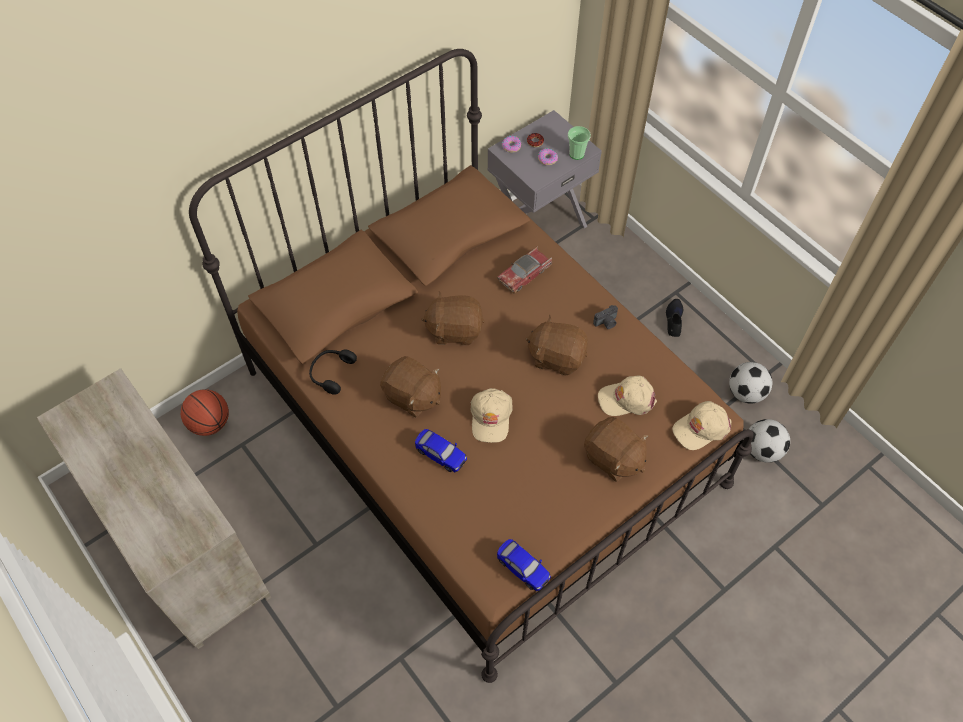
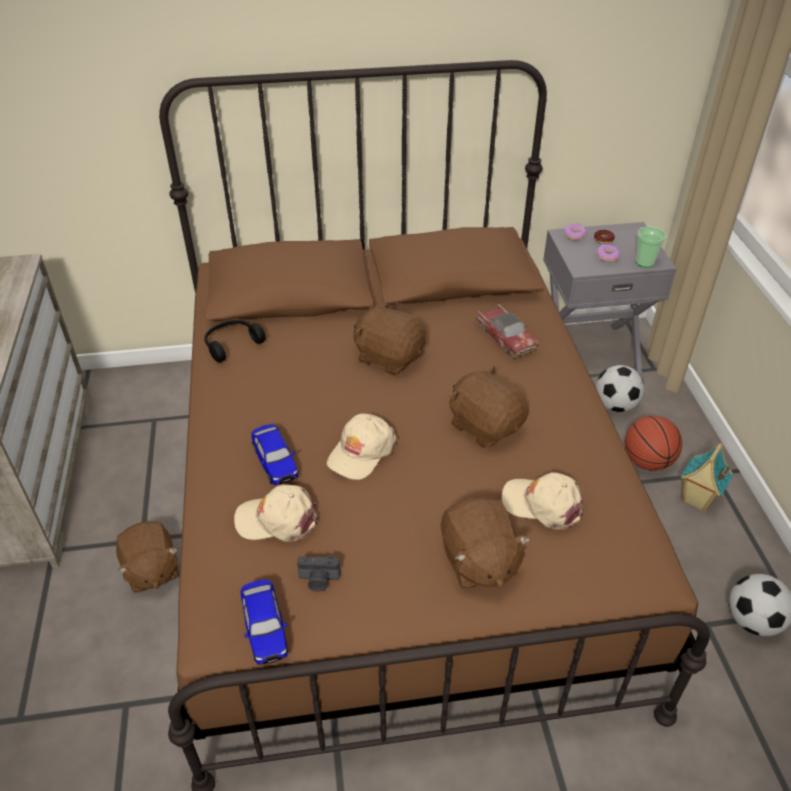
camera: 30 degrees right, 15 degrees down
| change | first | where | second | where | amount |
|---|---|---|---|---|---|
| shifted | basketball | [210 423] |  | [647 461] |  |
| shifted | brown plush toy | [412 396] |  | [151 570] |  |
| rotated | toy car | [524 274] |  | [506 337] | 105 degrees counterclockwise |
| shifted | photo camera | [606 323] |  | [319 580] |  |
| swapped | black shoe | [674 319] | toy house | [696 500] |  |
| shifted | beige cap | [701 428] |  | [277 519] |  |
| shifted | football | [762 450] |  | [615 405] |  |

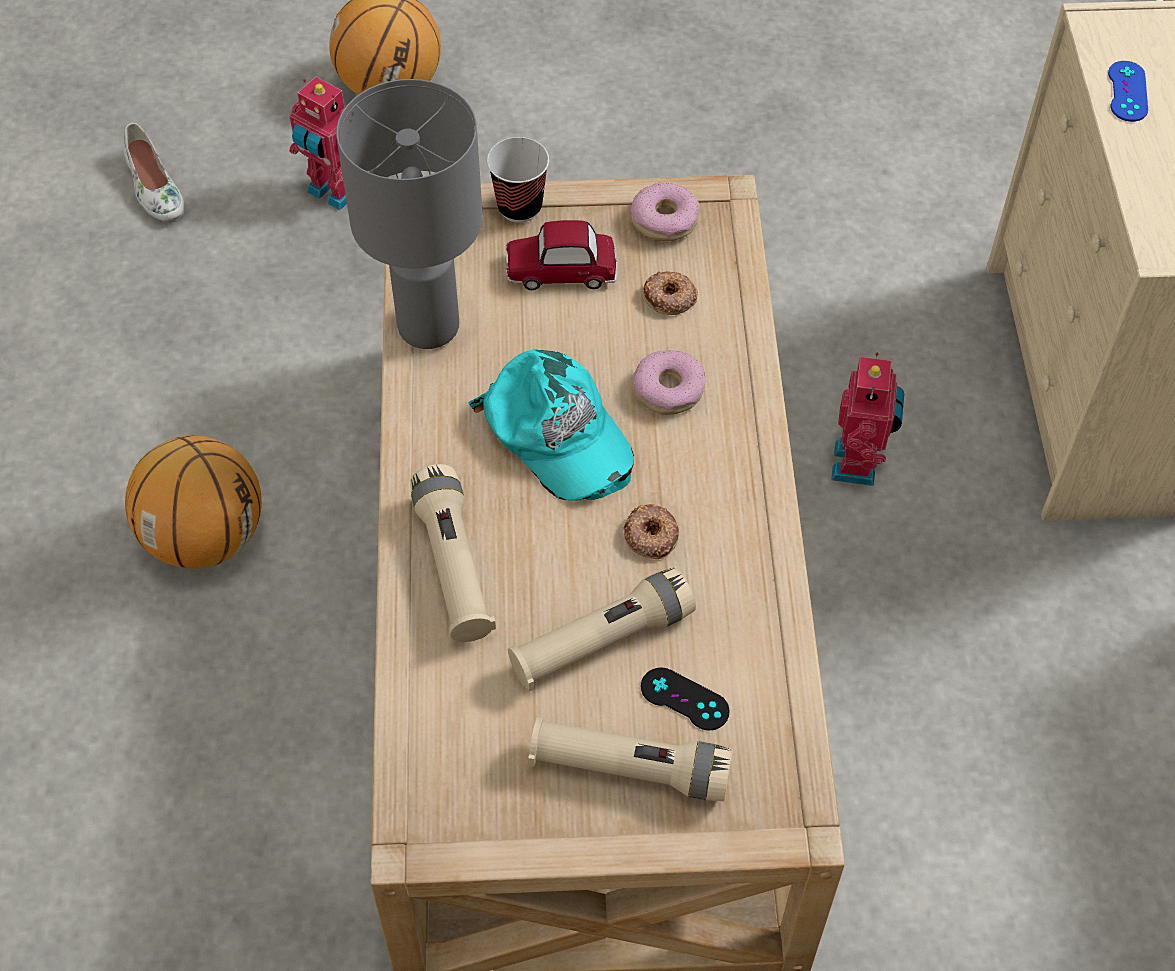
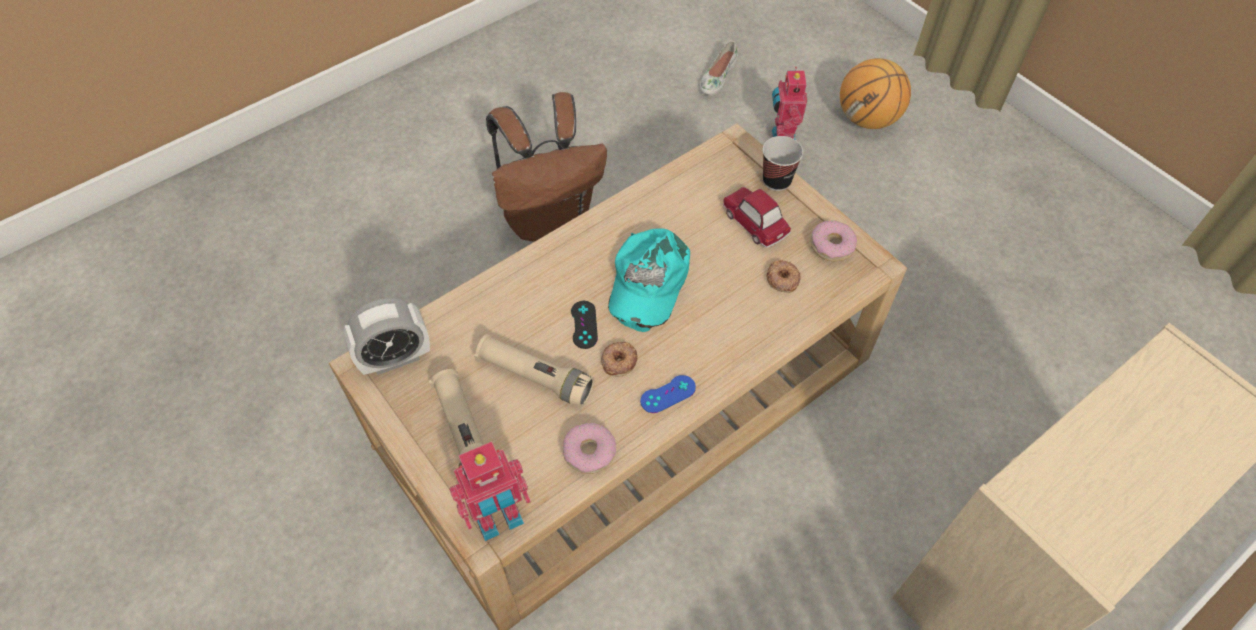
camera: 55 degrees right, 0 degrees up
| change | first | where | second | where | amount |
|---|---|---|---|---|---|
| swapped | basketball | [205 536] | brown backpack | [549 218] |  |
| gone | grey table lamp | [426 325] |  |  |  |
| gone | beige flashlight | [453 565] |  |  |  |
| shifted | donut | [668 389] |  | [589 452] |  |
| shifted | black game controller | [684 699] |  | [584 324] |  |
| shifted | toy robot | [858 464] |  | [499 519] |  |
| shifted | blue game controller | [1127 91] |  | [668 394] |  |
| new |  |  | alarm clock | [395 358] |  |

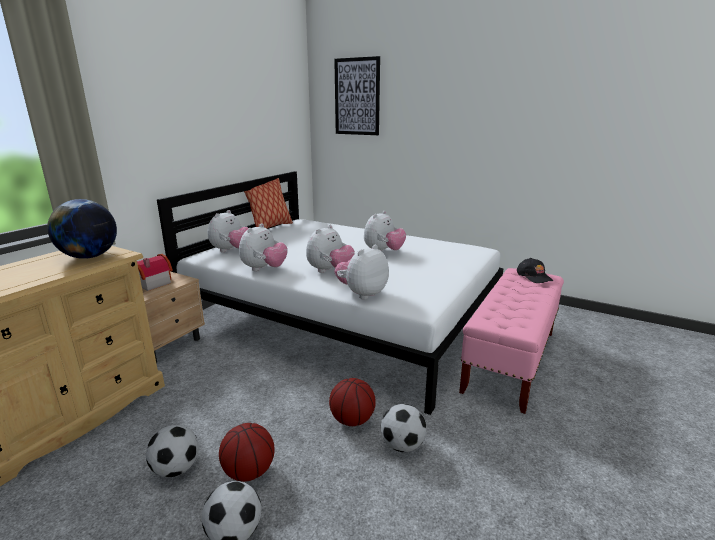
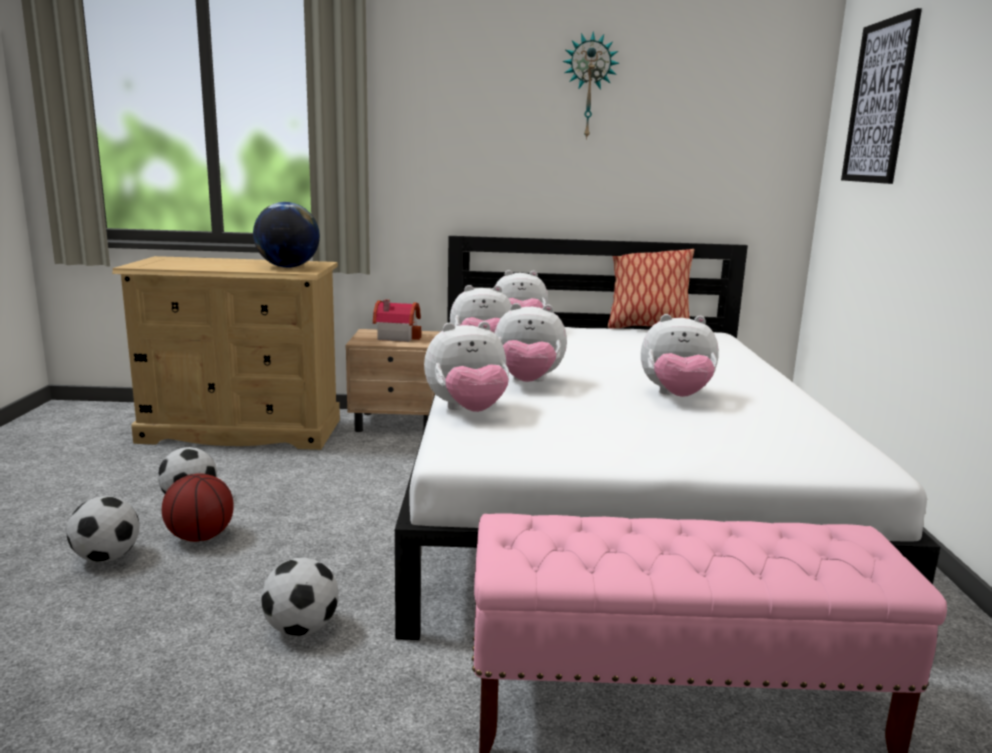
camera: 60 degrees right, 5 degrees down
| change | first | where | second | where | amount |
|---|---|---|---|---|---|
| gone | basketball | [352 419] |  |  |  |
| rotated | plush toy | [362 294] |  | [467 411] | 150 degrees clockwise |
| gone | black cap | [534 276] |  |  |  |
| new |  |  | wall clock | [589 86] |  |

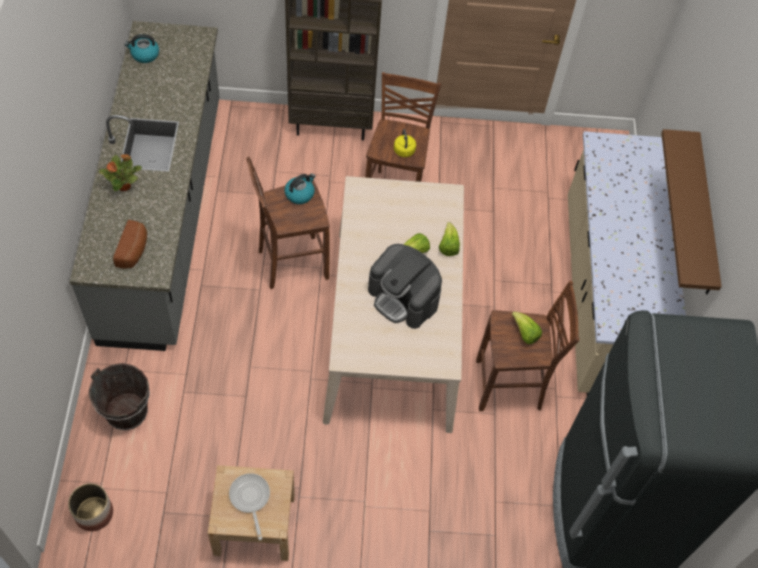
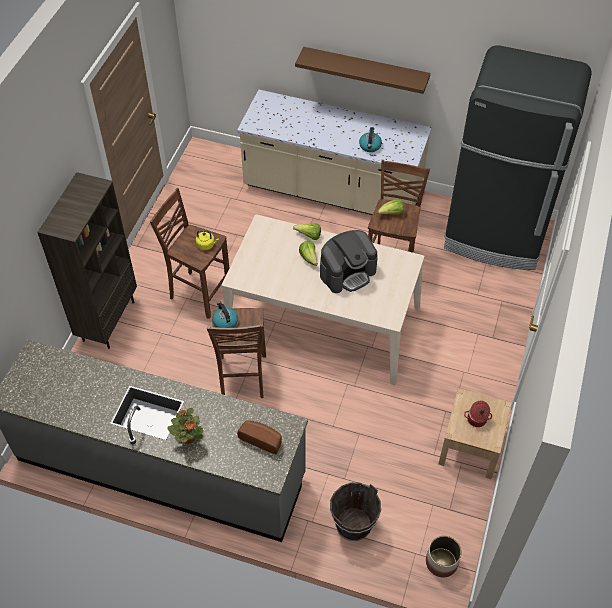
camera: 70 degrees left, 5 degrees down
| change | first | where | second | where | amount |
|---|---|---|---|---|---|
| shifted | kettle | [144 55] |  | [370 146] |  |
| swapped | frying pan | [250 499] | cooking pot | [476 420] |  |

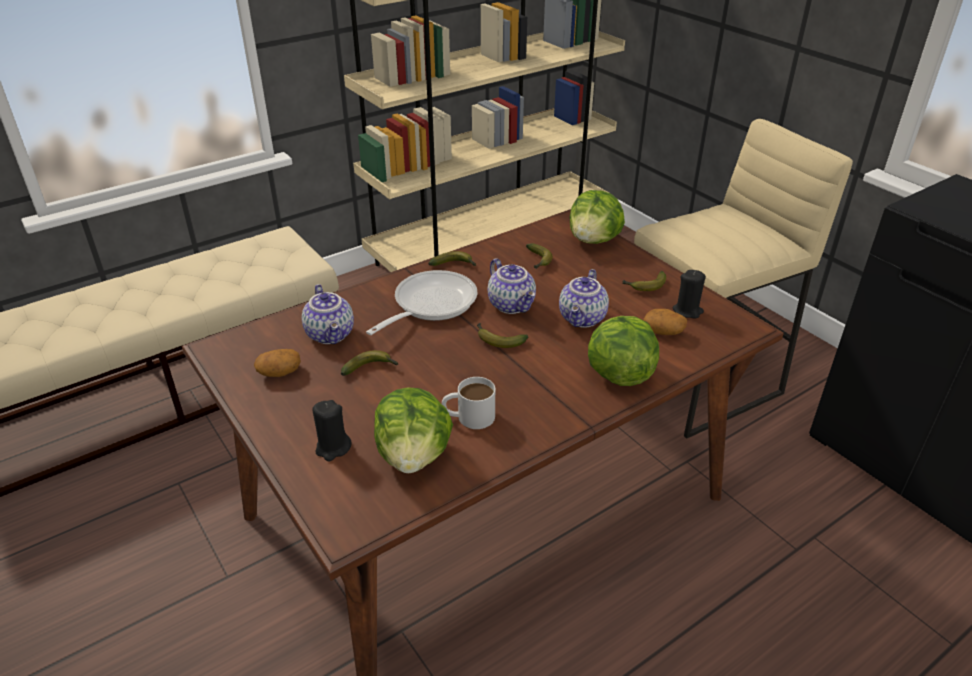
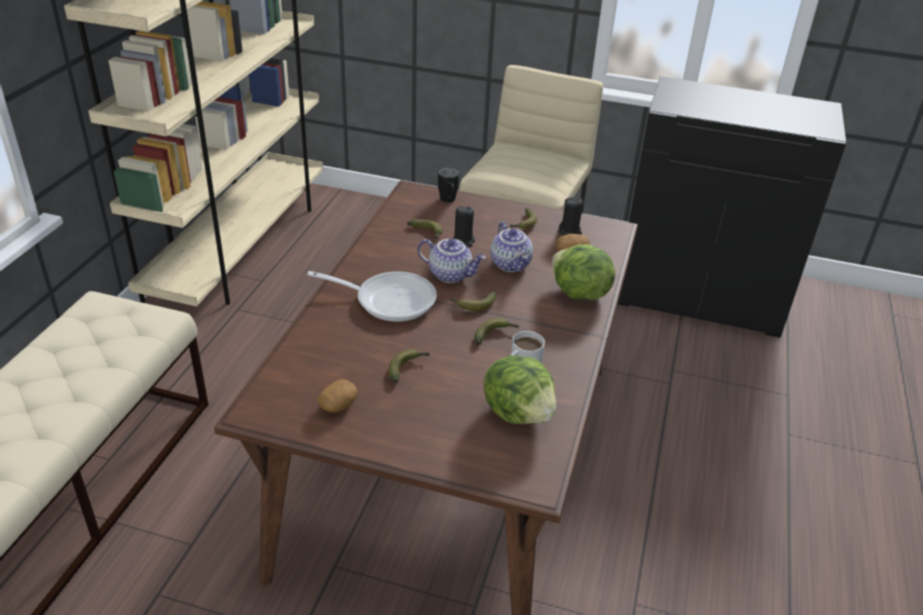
camera: 40 degrees left, 0 degrees up
| change | first | where | second | where | amount |
|---|---|---|---|---|---|
| gone | teapot | [331 334] |  |  |  |
| shifted | black candle | [333 448] |  | [463 241] |  |
| rotated | frying pan | [429 305] |  | [389 300] | 105 degrees clockwise |
| shifted | banana | [454 265] |  | [495 334] |  |
| swapped | lettuce | [594 240] | black mug | [448 201] |  |

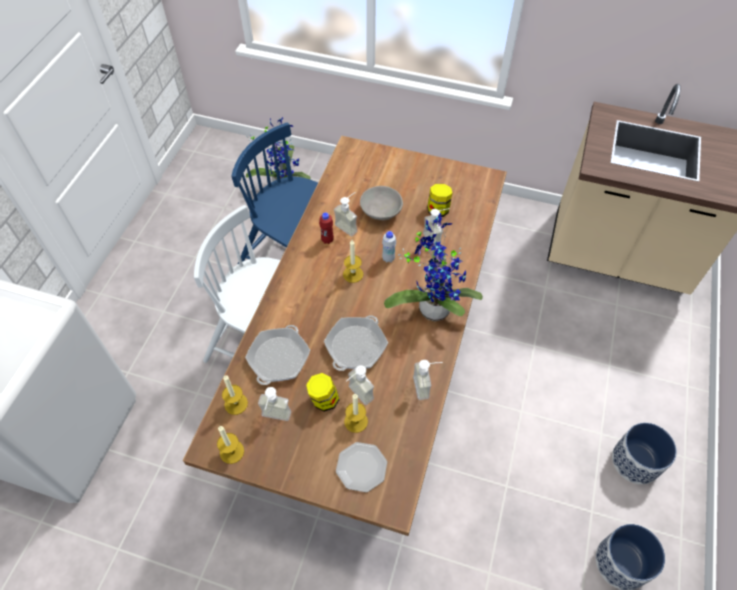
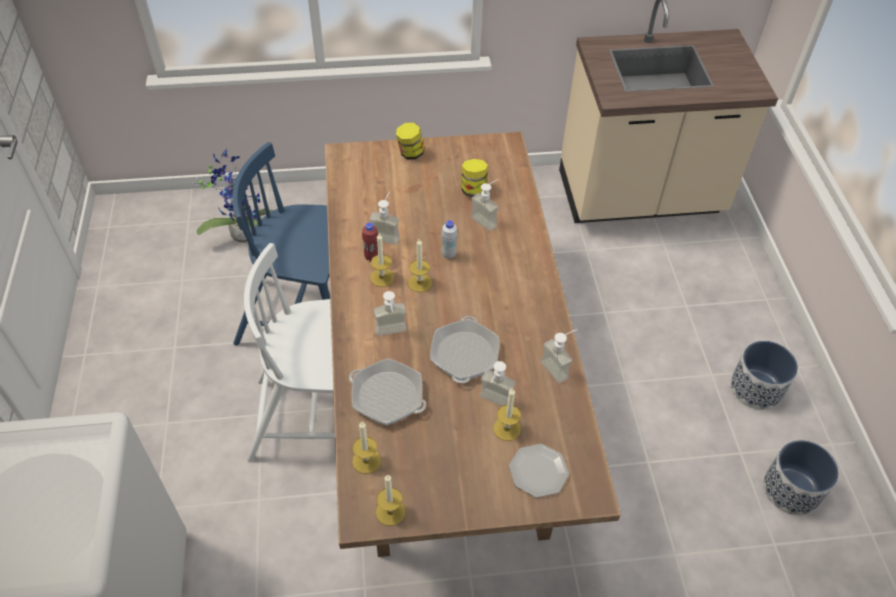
camera: 25 degrees left, 5 degrees down
| change | first | where | second | where | amount |
|---|---|---|---|---|---|
| rotated | frying pan | [279 358] |  | [387 396] | 120 degrees clockwise |
| shifted | soap dispenser | [275 419] |  | [392 334] |  |
| shifted | jar | [324 400] |  | [410 153] |  |
| gone | grey bowl | [381 211] |  |  |  |
| gone | potted plant | [432 306] |  |  |  |
| new |  |  | candle | [382 277] |  |

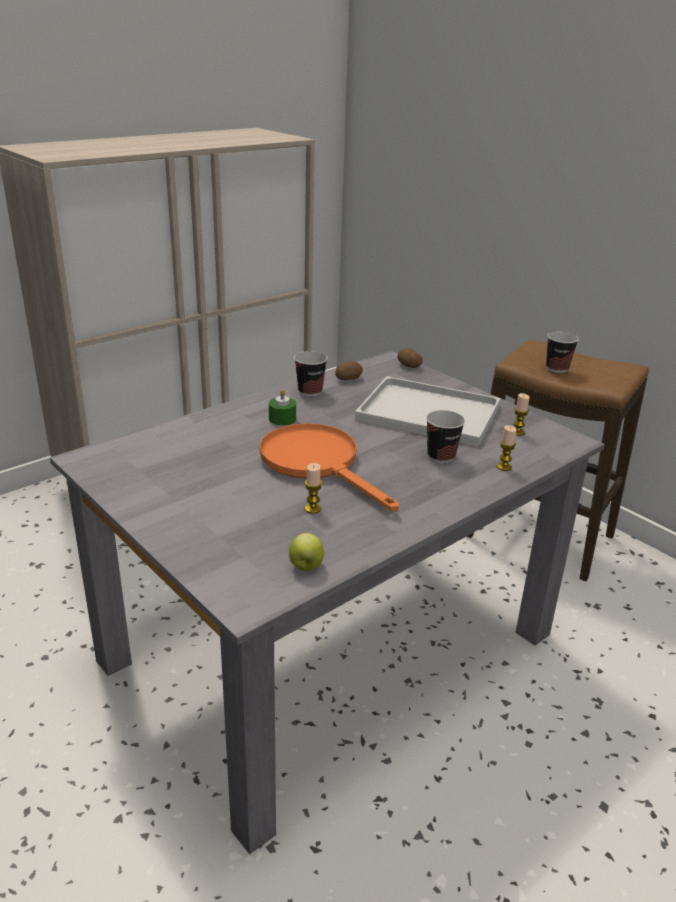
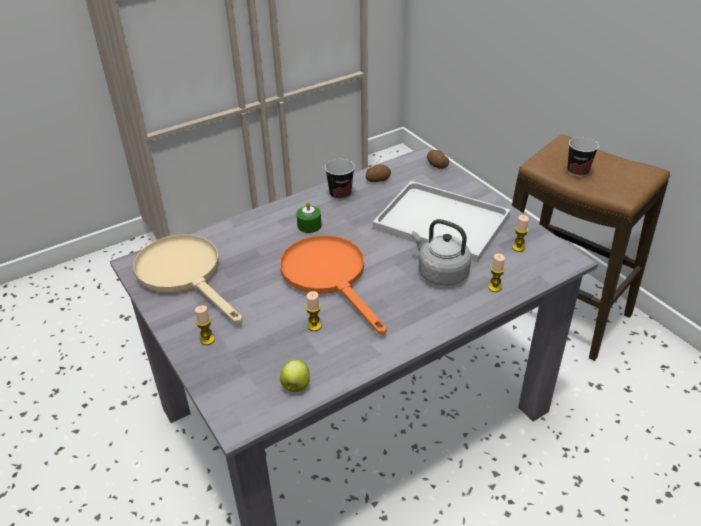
camera: 10 degrees right, 10 degrees up
| change | first | where | second | where | amount |
|---|---|---|---|---|---|
| swapped | cup | [441 456] | grey kettle | [440 273] |  |
| new |  |  | beige frying pan | [185 274] |  |
| new |  |  | candle | [207 340] |  |

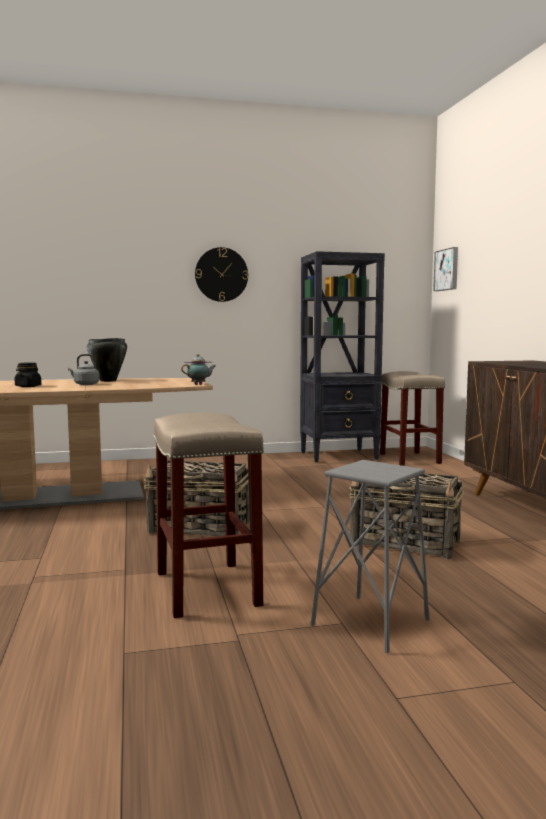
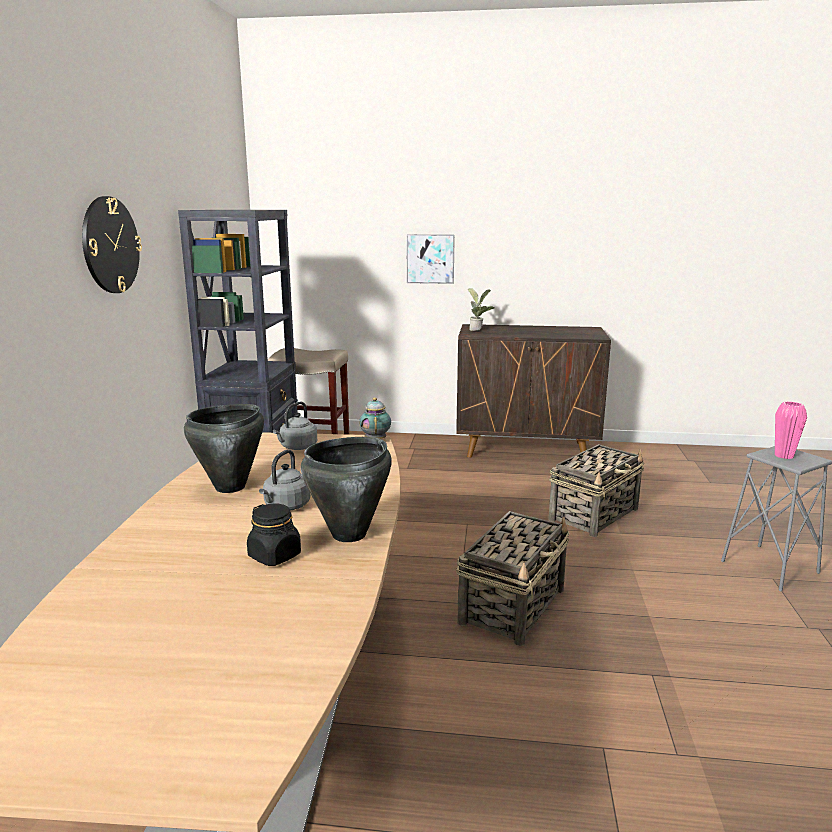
camera: 70 degrees left, 10 degrees up
| change | first | where | second | where | amount |
|---|---|---|---|---|---|
| gone | beige stool | [208 589] |  |  |  |
| shifted | picture | [447 269] |  | [430 259] |  |
| new |  |  | grey kettle | [297 447] |  |
| new |  |  | black cooking pot | [350 534] |  |
| new |  |  | potted plant | [479 330] |  |
| new |  |  | pink vase | [784 456] |  |

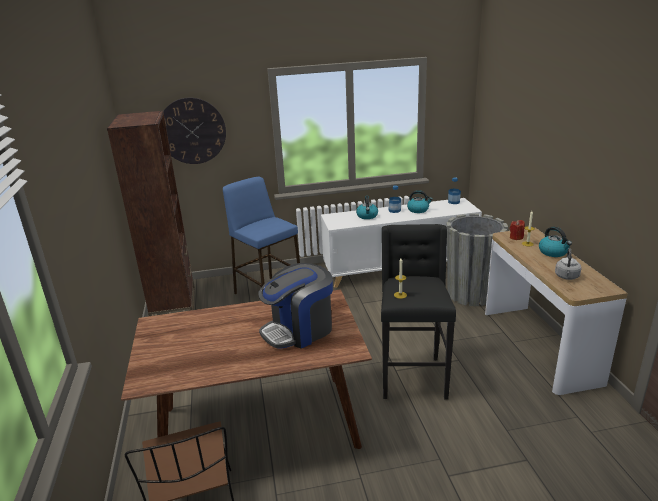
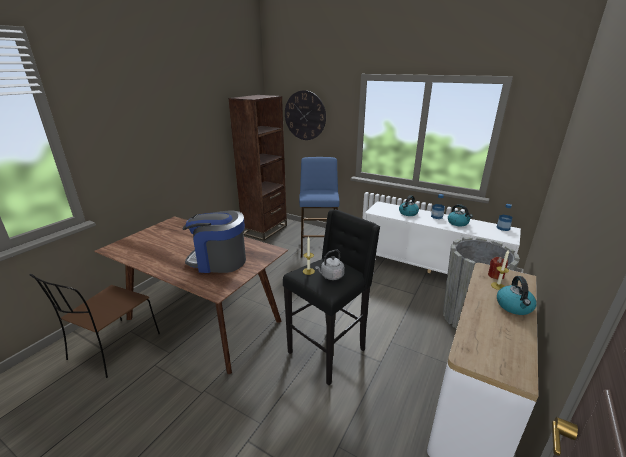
camera: 40 degrees right, 0 degrees up
| change | first | where | second | where | amount |
|---|---|---|---|---|---|
| shifted | grey kettle | [566 277] |  | [331 276] |  |

